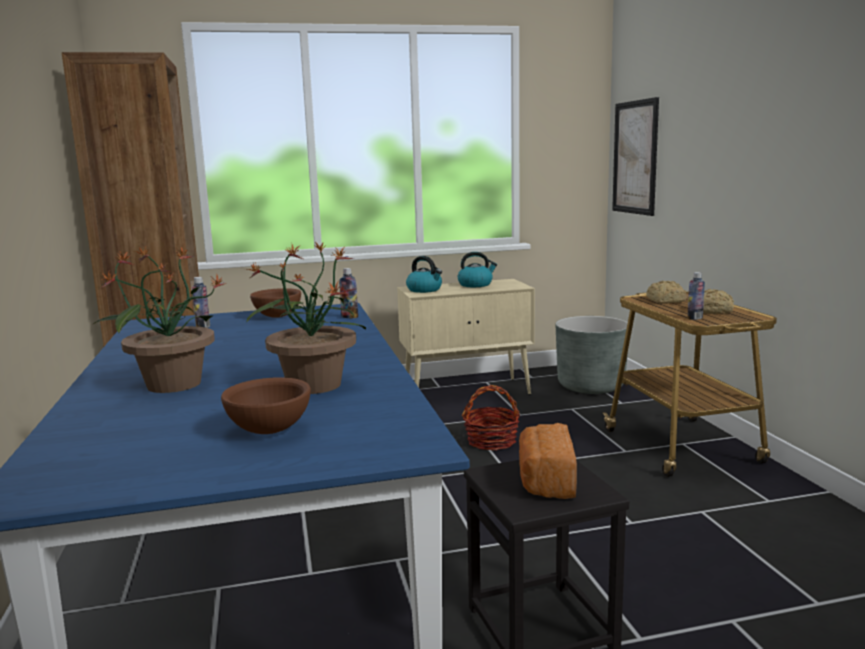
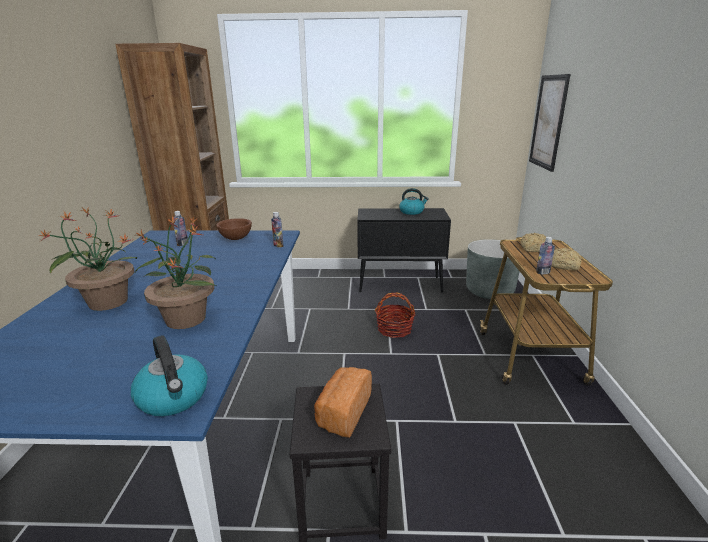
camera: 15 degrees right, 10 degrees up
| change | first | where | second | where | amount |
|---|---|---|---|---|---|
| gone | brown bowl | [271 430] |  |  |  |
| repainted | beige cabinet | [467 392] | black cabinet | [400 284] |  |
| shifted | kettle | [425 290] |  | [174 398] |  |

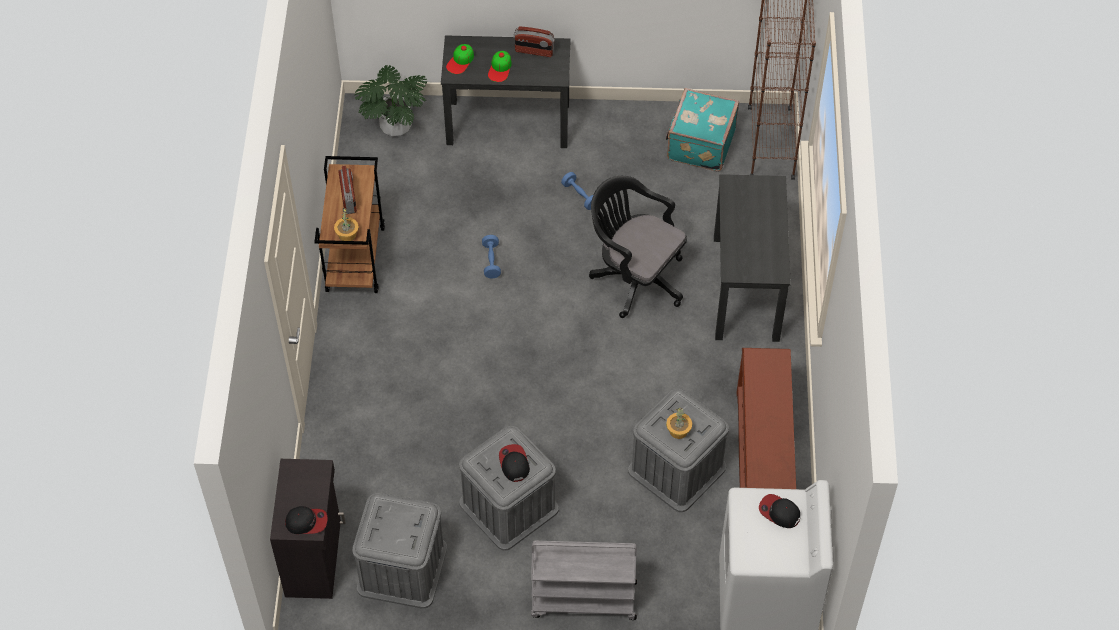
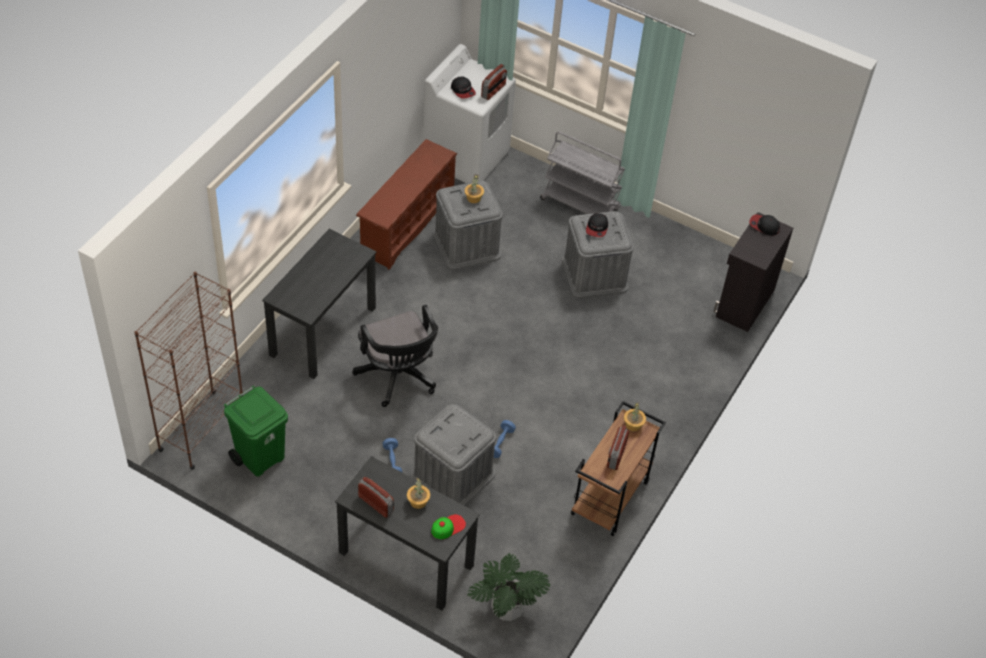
camera: 155 degrees left, 5 degrees down
| change | first | where | second | where | amount |
|---|---|---|---|---|---|
| shifted | grey storage box | [402 568] |  | [453 475] |  |
| swapped | cap | [500 68] | potted plant | [418 502] |  |
| swapped | turquoise suitcase | [699 144] | green trash can | [260 457] |  |
| new |  |  | radio | [493 90] |  |

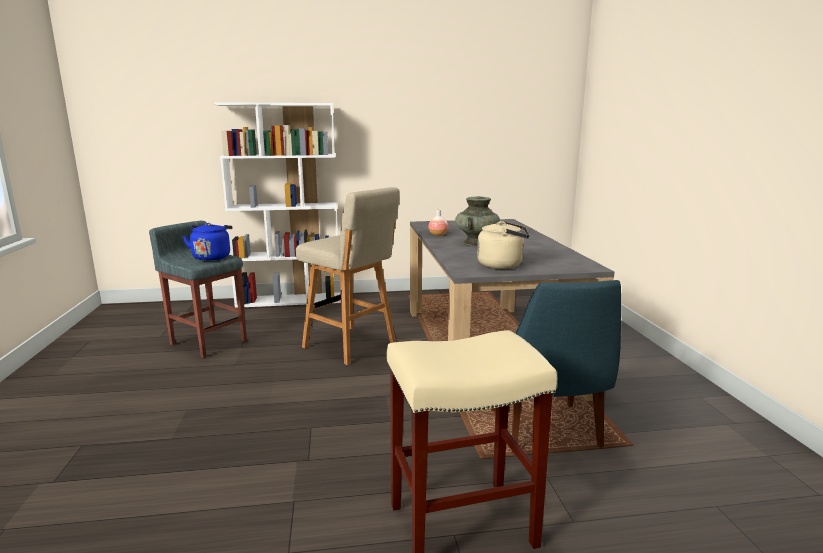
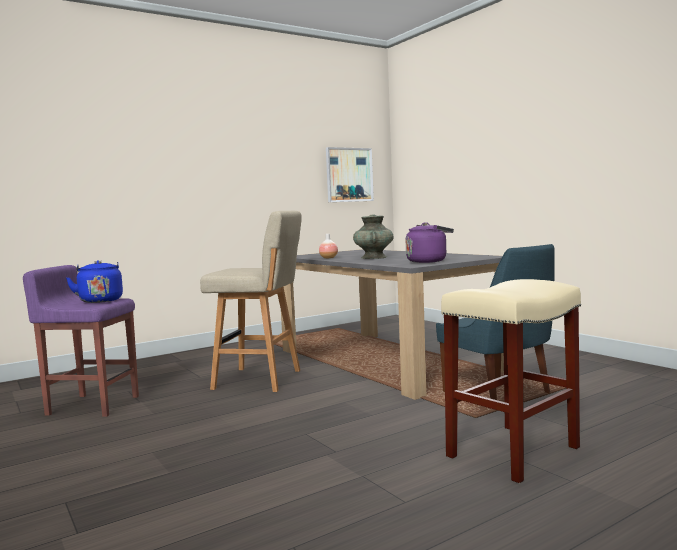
camera: 25 degrees left, 10 degrees down
| change | first | where | second | where | amount |
|---|---|---|---|---|---|
| repainted | grey stool | [208 342] | purple stool | [92 405] |  |
| gone | white bookcase | [290 300] |  |  |  |
| repainted | beige kettle | [503 265] | purple kettle | [428 261] |  |
| new |  |  | picture | [349 175] |  |

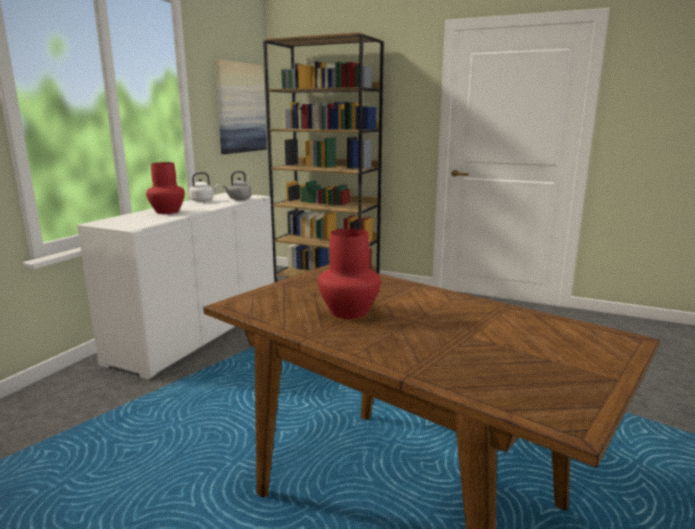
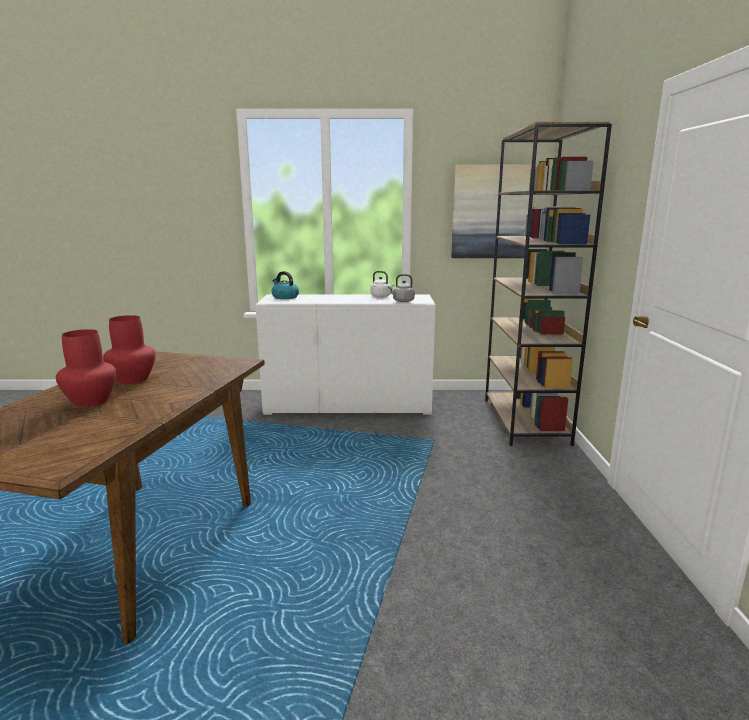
camera: 65 degrees right, 0 degrees up
| change | first | where | second | where | amount |
|---|---|---|---|---|---|
| shifted | red vase | [167 212] |  | [91 401] |  |
| new |  |  | kettle | [285 297] |  |

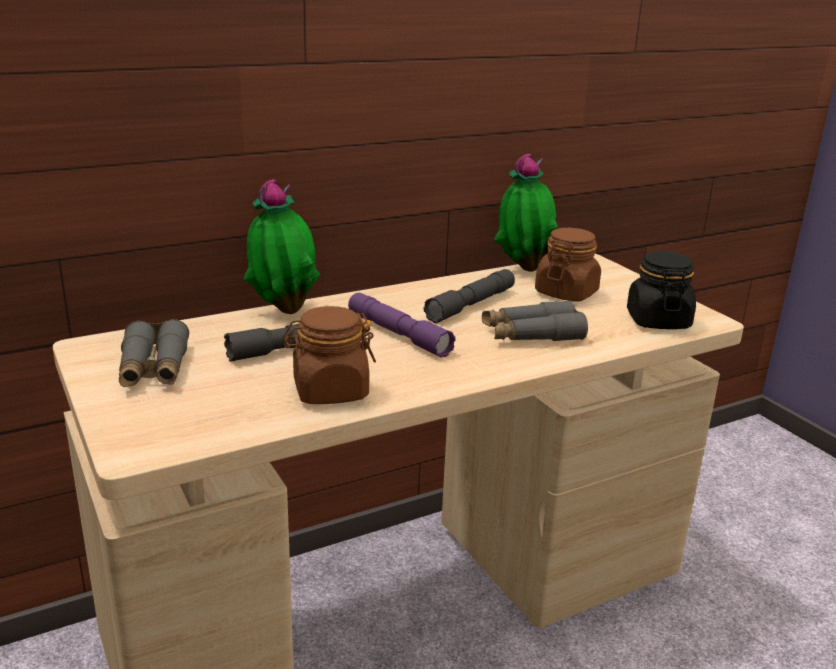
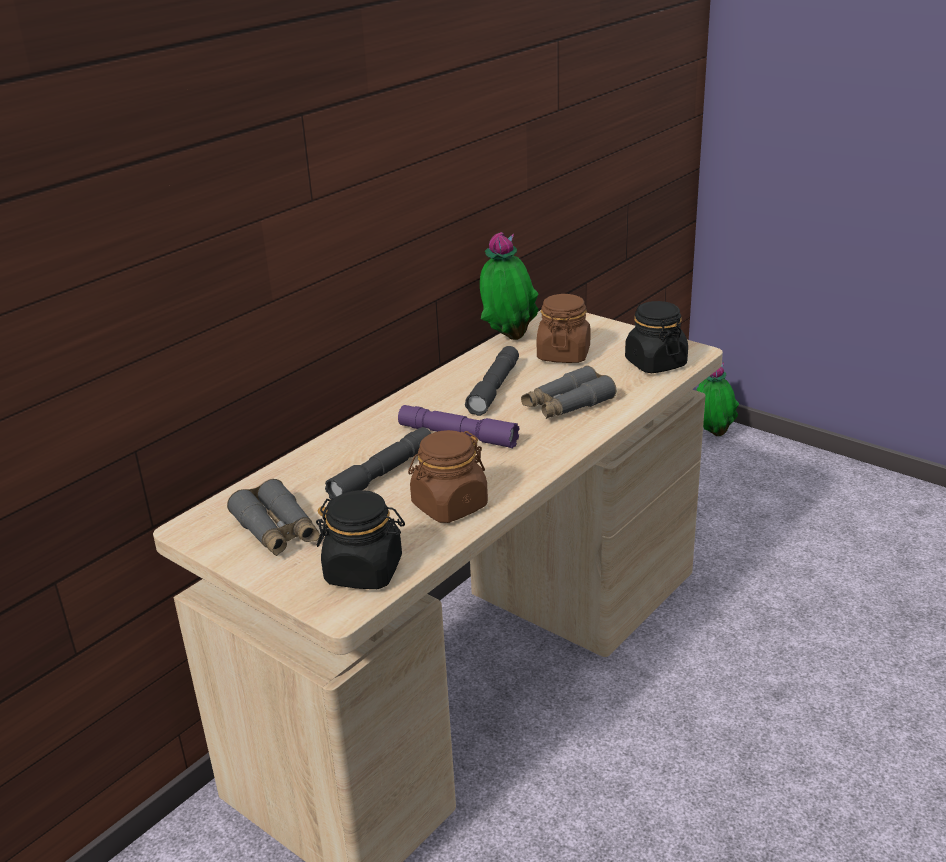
camera: 20 degrees left, 5 degrees up
| change | first | where | second | where | amount |
|---|---|---|---|---|---|
| shifted | potted plant | [284 310] |  | [712 434] |  |
| new |  |  | black jar | [364 571] |  |

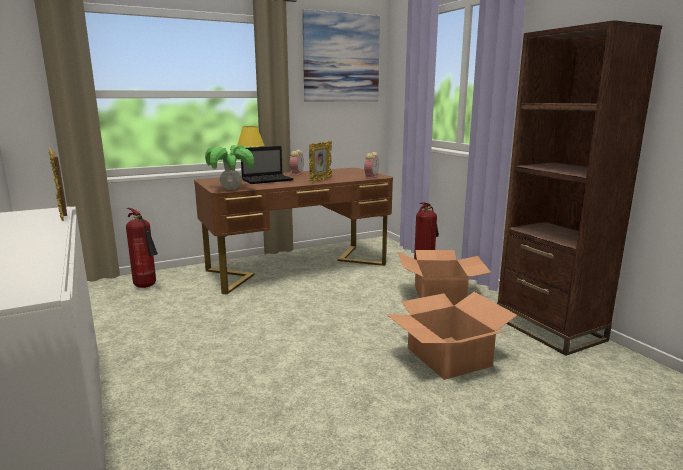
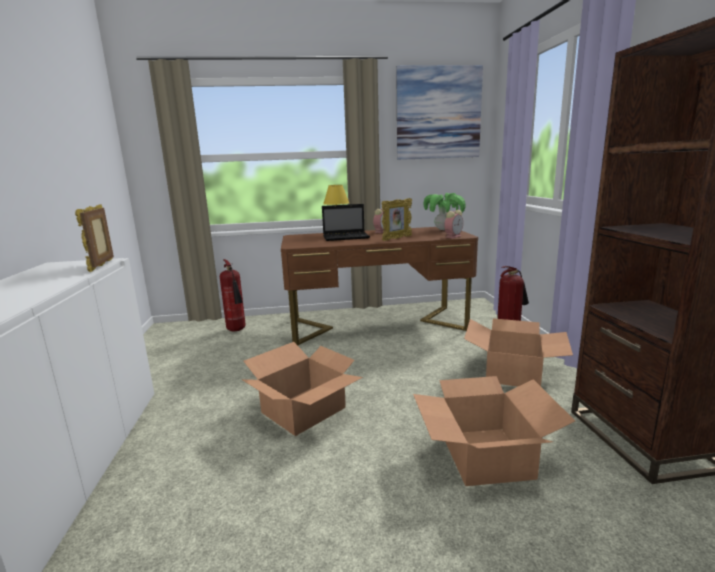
camera: 20 degrees right, 0 degrees up
| change | first | where | second | where | amount |
|---|---|---|---|---|---|
| shifted | potted plant | [231 189] |  | [443 229] |  |
| new |  |  | cardboard box | [304 410] |  |

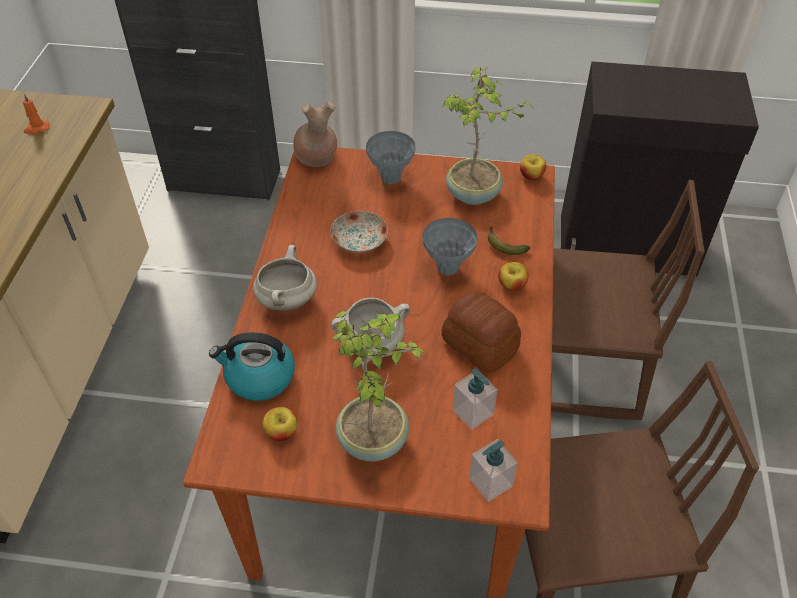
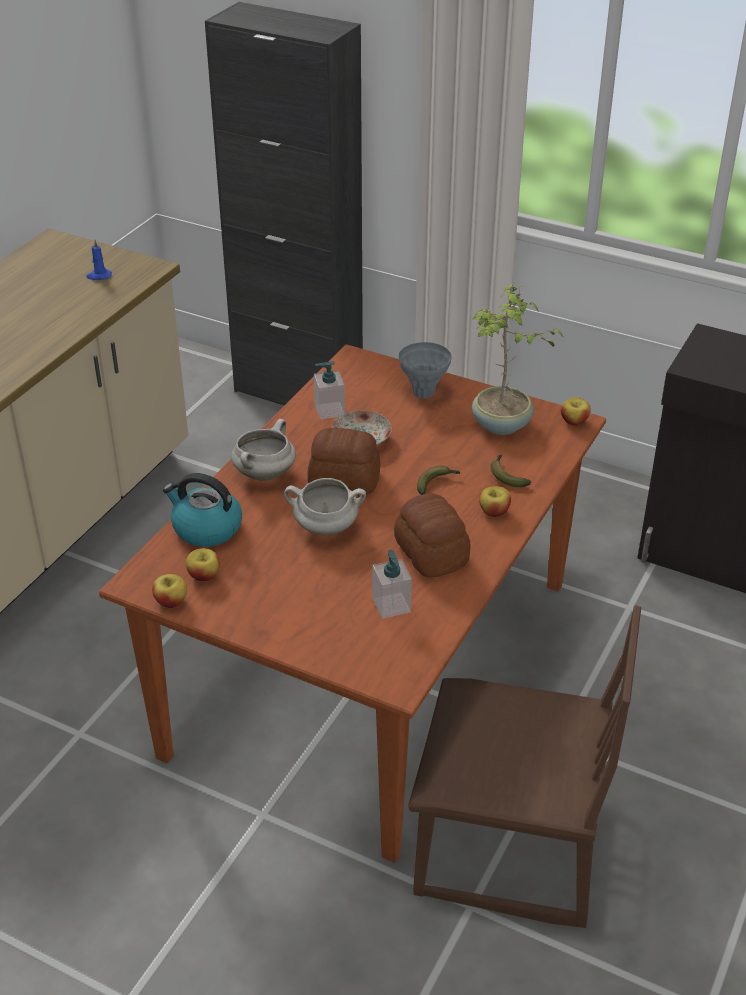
camera: 20 degrees right, 10 degrees down
| change | first | where | second | where | amount |
|---|---|---|---|---|---|
| repainted | orange candle | [36 128] | blue candle | [99 276] |  |
| gone | brown vase | [316 158] |  |  |  |
| gone | potted plant | [374 438] |  |  |  |
| swapped | grey vase | [447 269] | banana | [436 483] |  |
| shifted | soap dispenser | [490 482] |  | [329 410] |  |
| gone | brown chair | [575 370] |  |  |  |
| new |  |  | apple | [171 601] |  |
| new |  |  | bread | [343 479] |  |

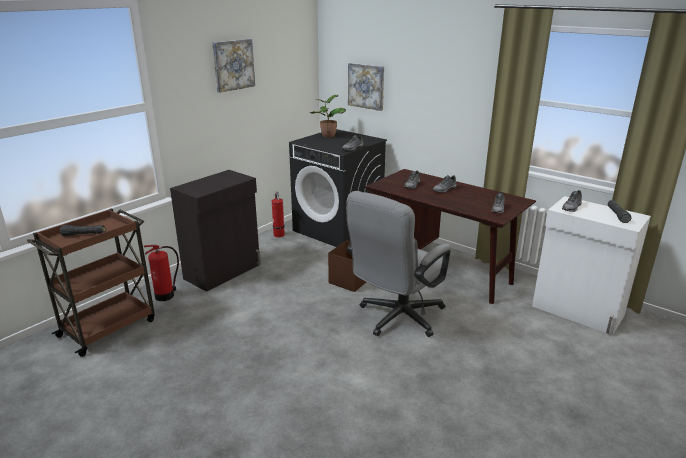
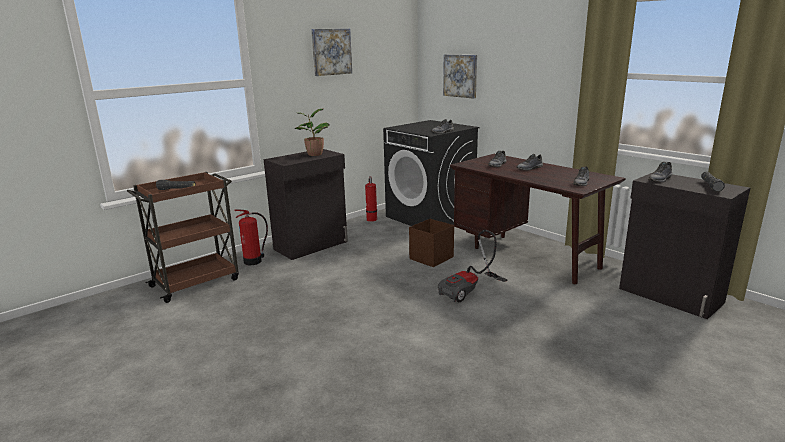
camera: 10 degrees right, 5 degrees down
| change | first | where | second | where | amount |
|---|---|---|---|---|---|
| shifted | potted plant | [327 136] |  | [314 154] |  |
| swapped | grey office chair | [396 319] | vacuum cleaner | [470 291] |  |
| repainted | white cabinet | [577 311] | black cabinet | [670 296] |  |

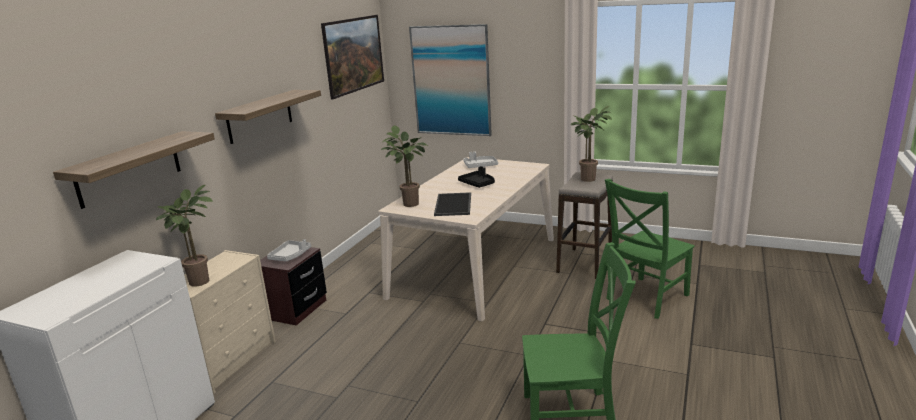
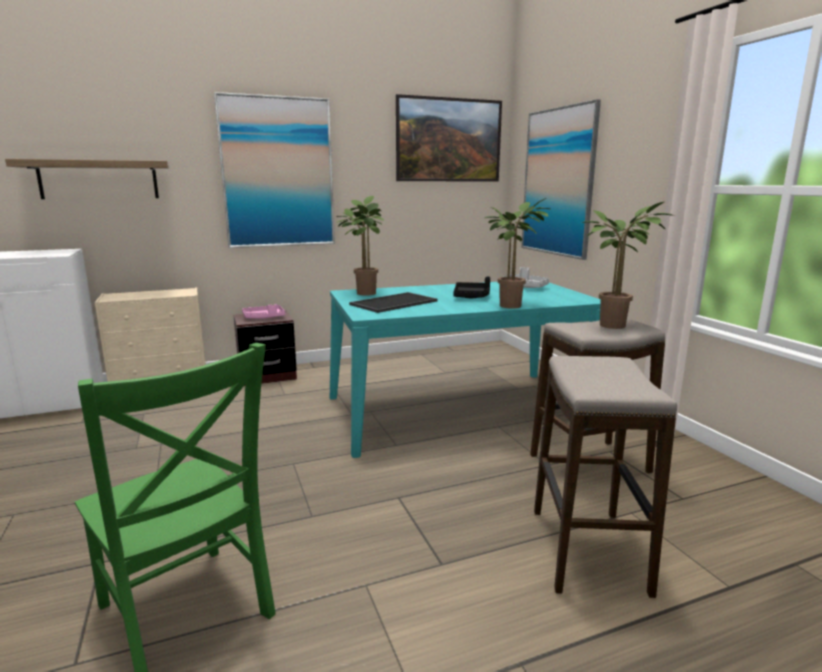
camera: 45 degrees right, 5 degrees down
| change | first | where | second | where | amount |
|---|---|---|---|---|---|
| shifted | potted plant | [199 280] |  | [511 305] |  |
| swapped | shelf | [260 116] | picture | [278 173] |  |
| repainted | grey tray | [290 256] | pink tray | [264 317] |  |
| repainted | beige dining table | [475 267] | turquoise dining table | [459 409] |  |
| swapped | green chair | [645 298] | stool | [587 551] |  |

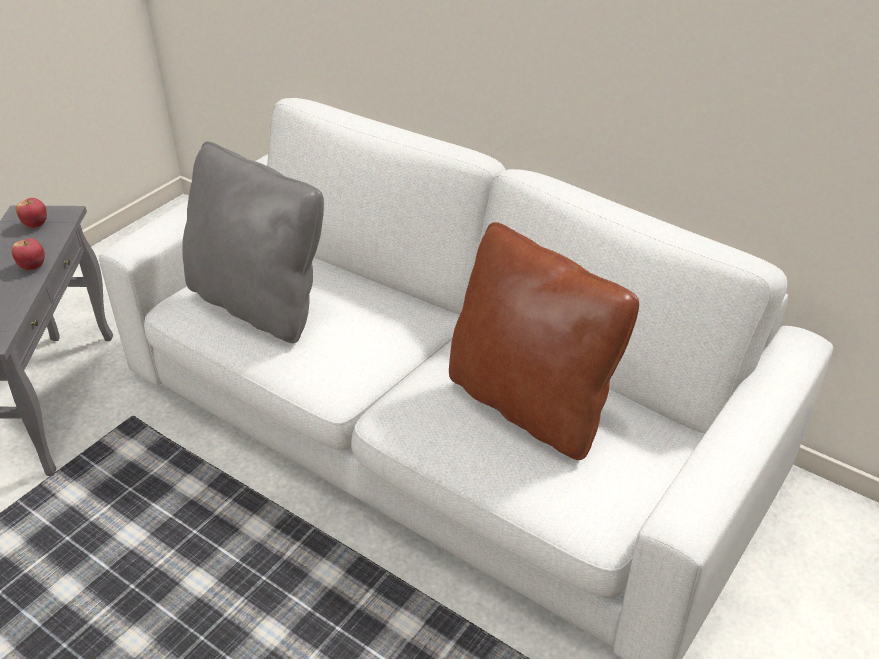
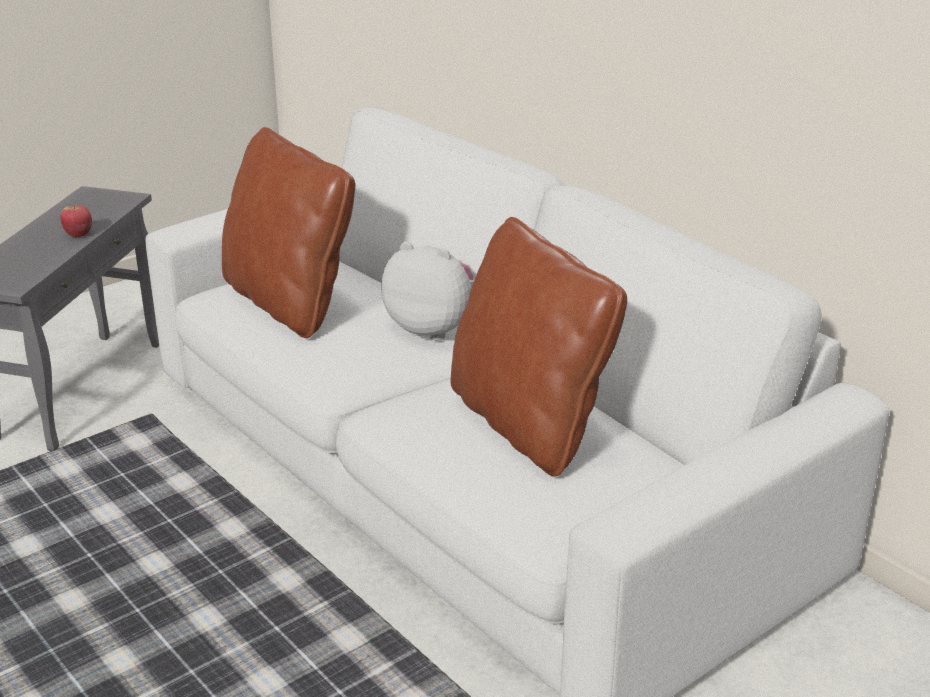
camera: 15 degrees right, 10 degrees down
| change | first | where | second | where | amount |
|---|---|---|---|---|---|
| gone | apple | [36 224] |  |  |  |
| repainted | grey pillow | [259 304] | brown pillow | [290 303] |  |
| new |  |  | plush toy | [433 328] |  |

